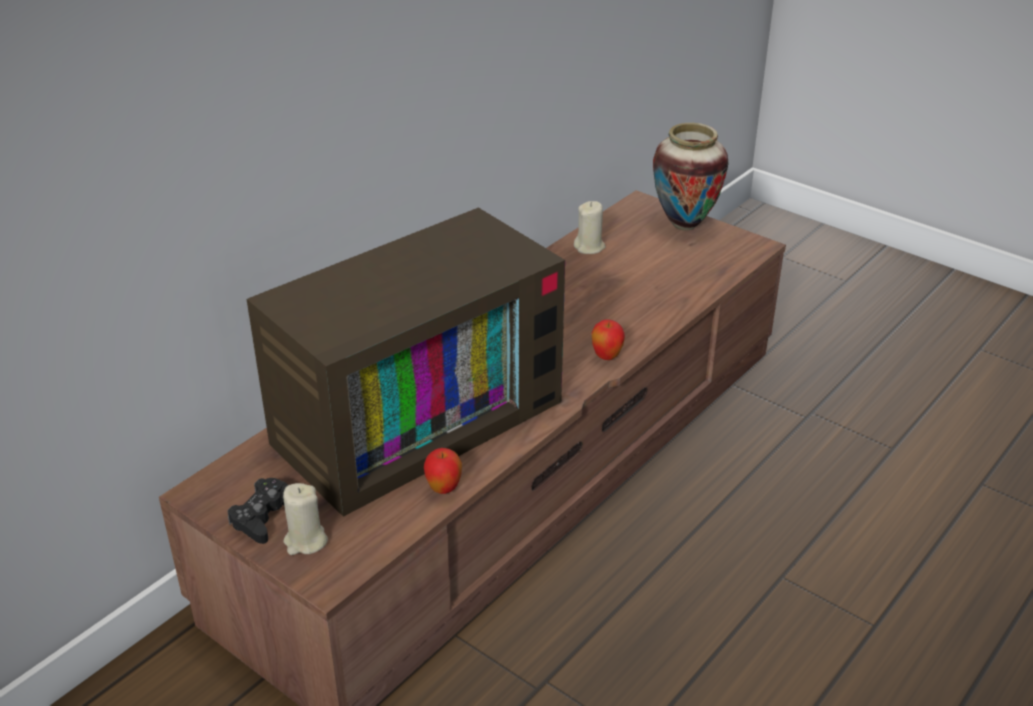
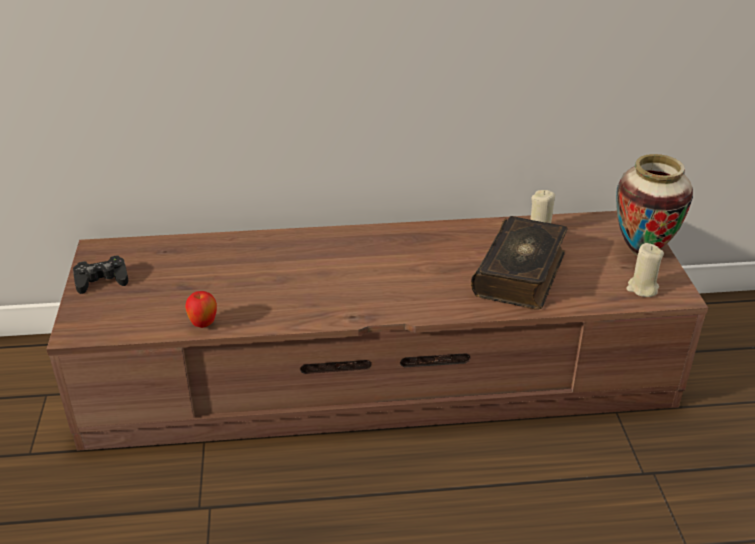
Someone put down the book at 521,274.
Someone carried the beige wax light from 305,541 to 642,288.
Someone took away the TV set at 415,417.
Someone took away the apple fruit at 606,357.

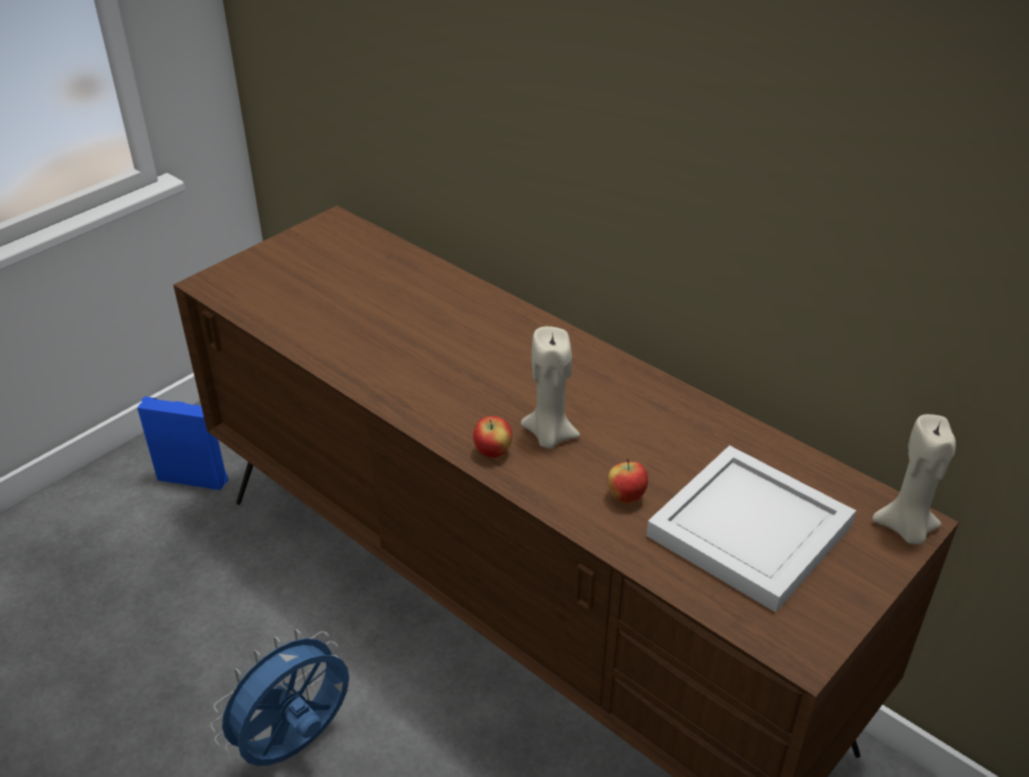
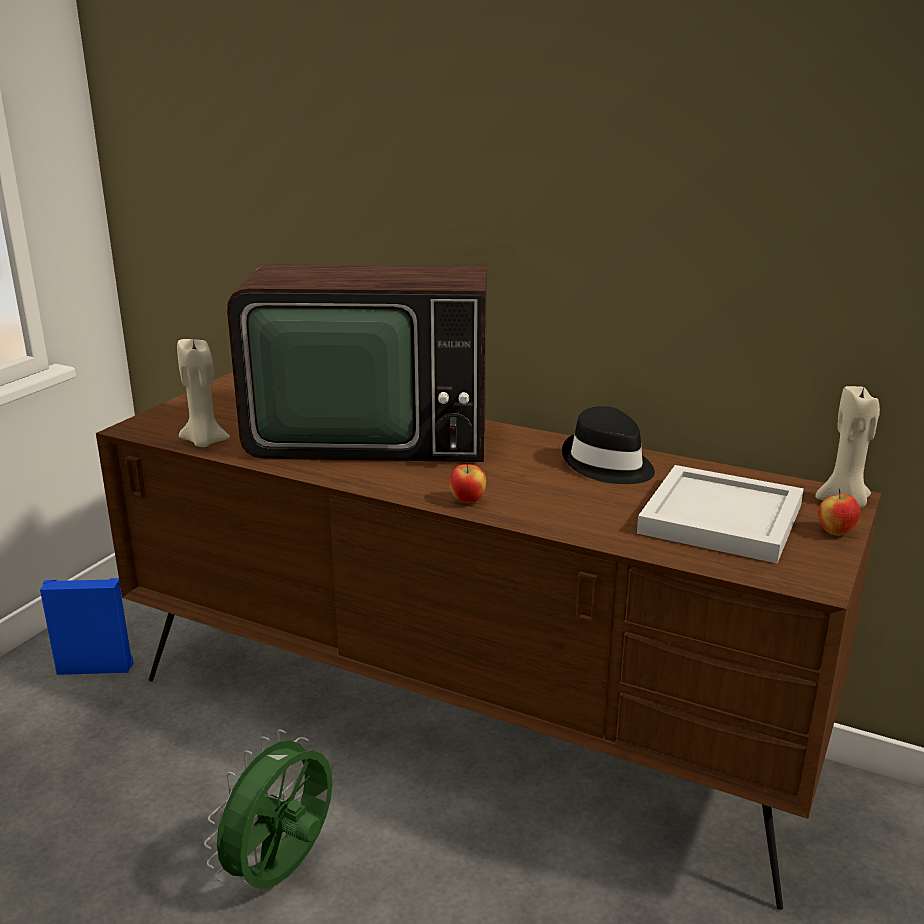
Someone carried the beige wax light from 549,436 to 204,442.
Someone repainted the blue cooling fan at 296,745, which became the green cooling fan at 283,872.
Someone put down the TV set at 367,434.
Someone put down the black-coloured wearable hat at 607,464.
Someone carried the apple fruit from 626,497 to 835,532.

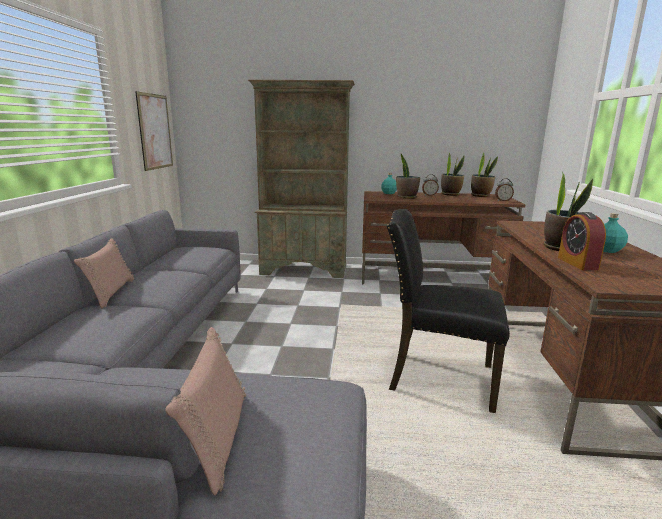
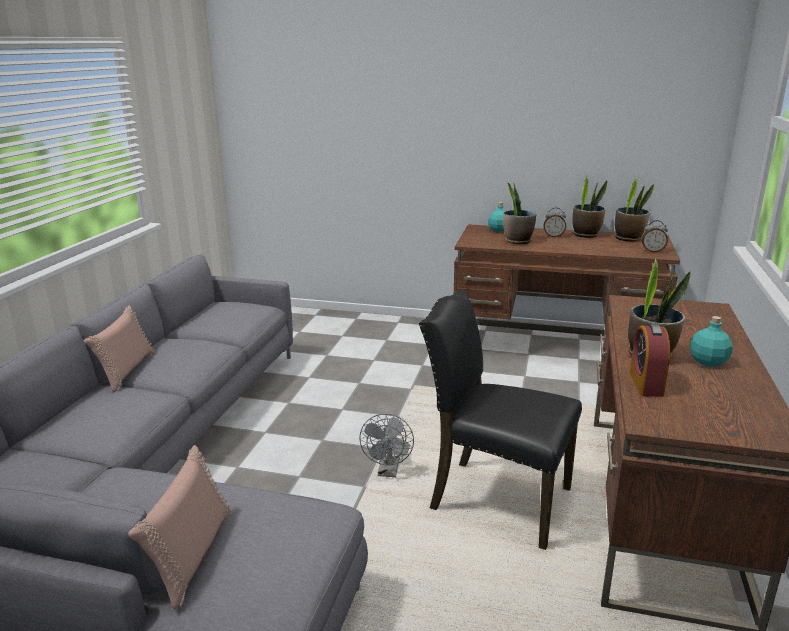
Someone put down the gray cooling fan at 388,472.
Someone took away the picture at 155,131.
Someone took away the green shelving unit at 304,269.

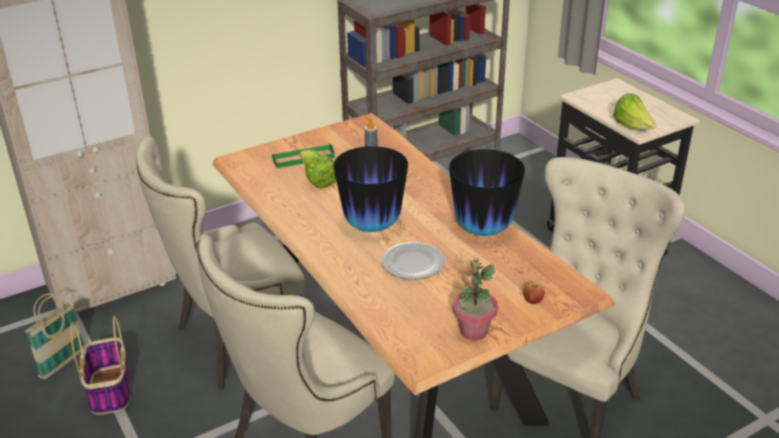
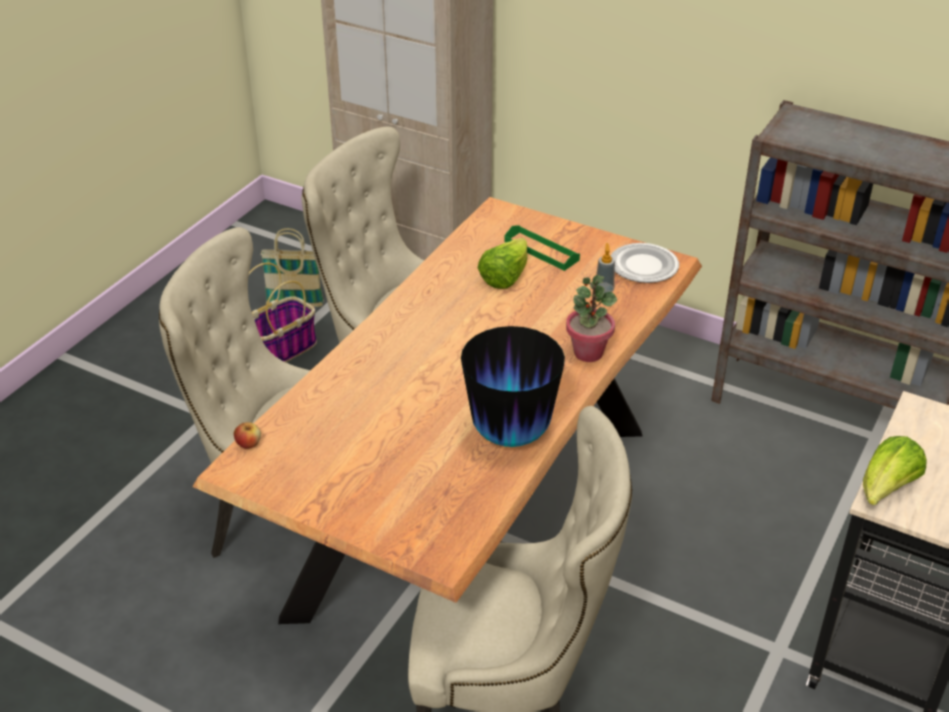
Someone carried the apple fruit from 533,300 to 249,444.
Someone carried the houseplant from 473,331 to 588,353.
Someone carried the dinner plate from 413,262 to 644,266.
Someone took away the vase at 372,226.

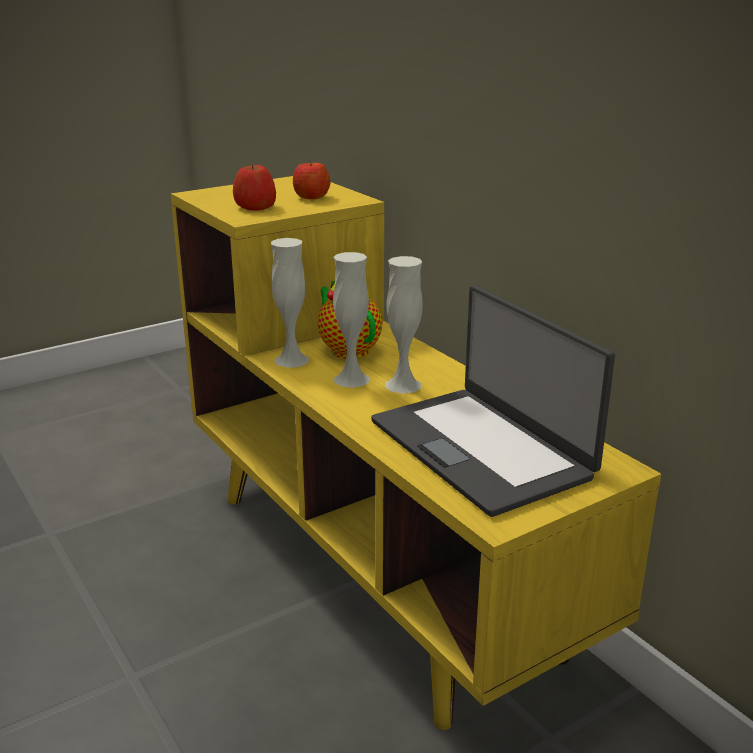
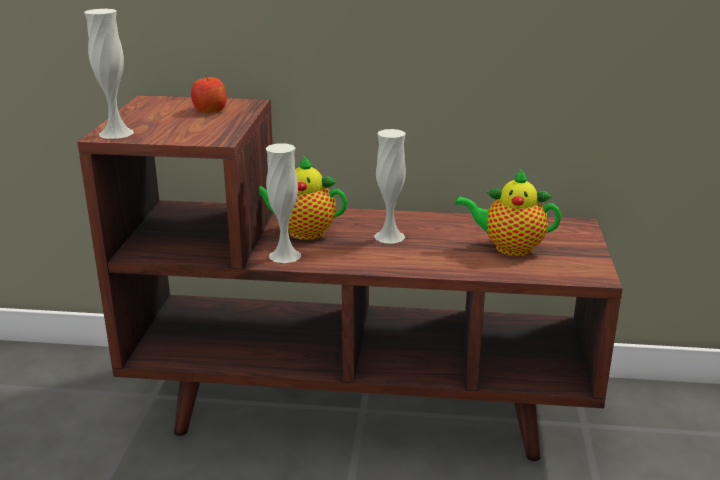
Someone repainted the yellow-coloured tv unit at 380,570, which became the brownish tv unit at 362,406.
Someone carried the whitish vase from 351,379 to 116,133.
Someone swapped the laptop at 481,448 for the teapot at 509,248.
Someone took away the apple fruit at 255,207.

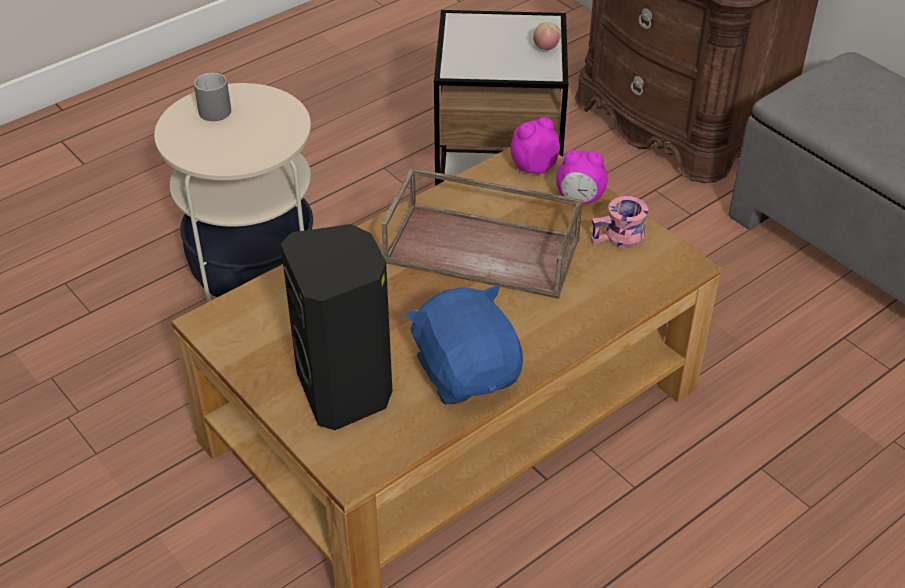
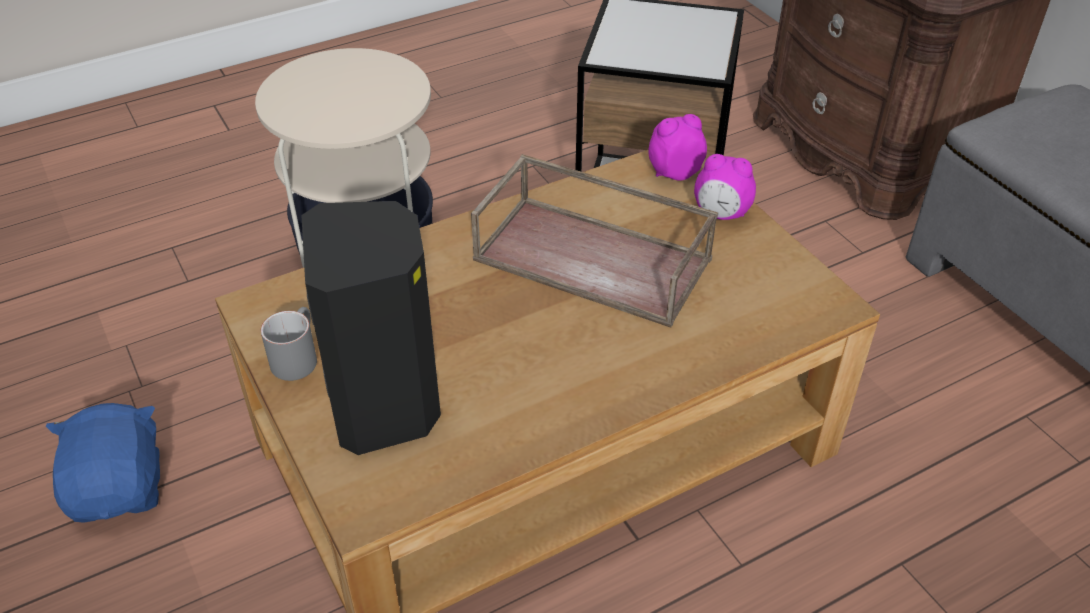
Someone carried the blue cuddly toy from 467,372 to 120,488.
Someone carried the gray tea mug from 215,108 to 296,356.
Someone took away the apple fruit at 546,48.
Someone took away the pink tea mug at 620,239.

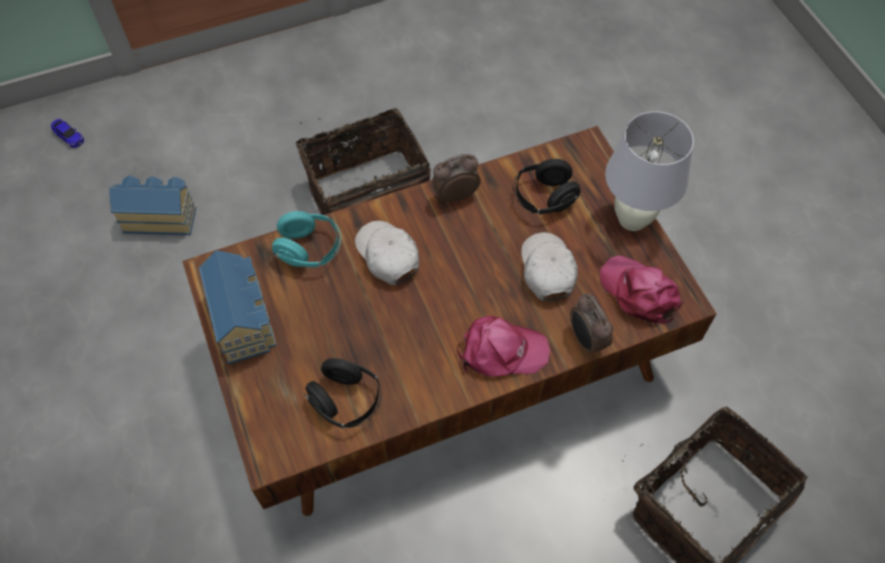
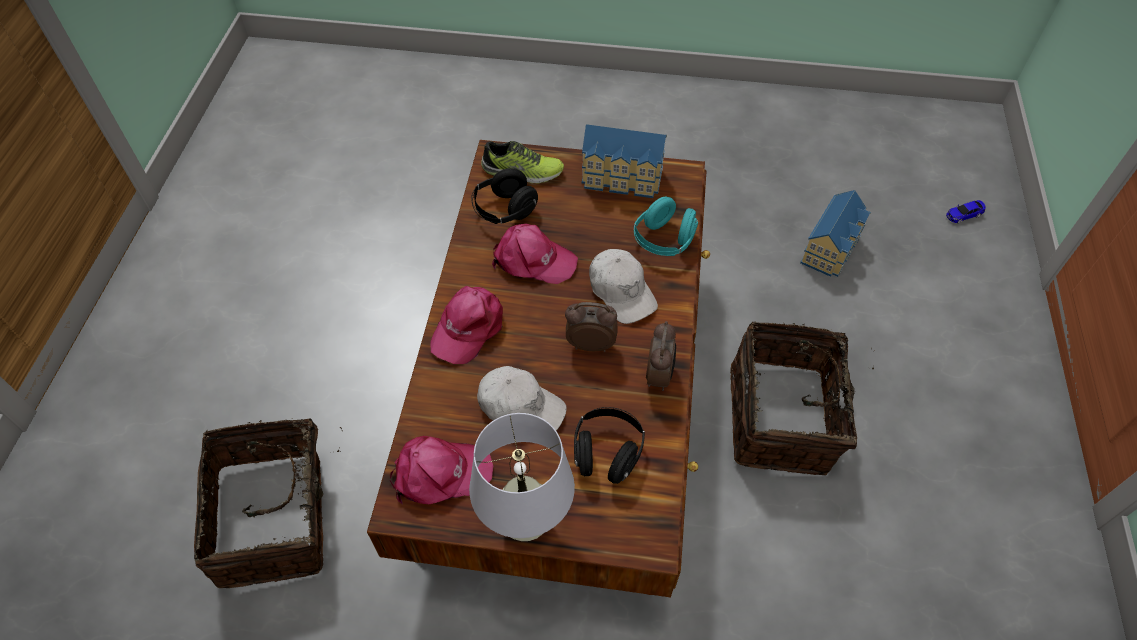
Someone put down the item of footwear at 522,171.
Someone put down the pink baseball cap at 533,260.
Someone carried the table clock from 586,340 to 590,344.
Someone rotated the whitish baseball cap at 388,256 by 60 degrees clockwise.

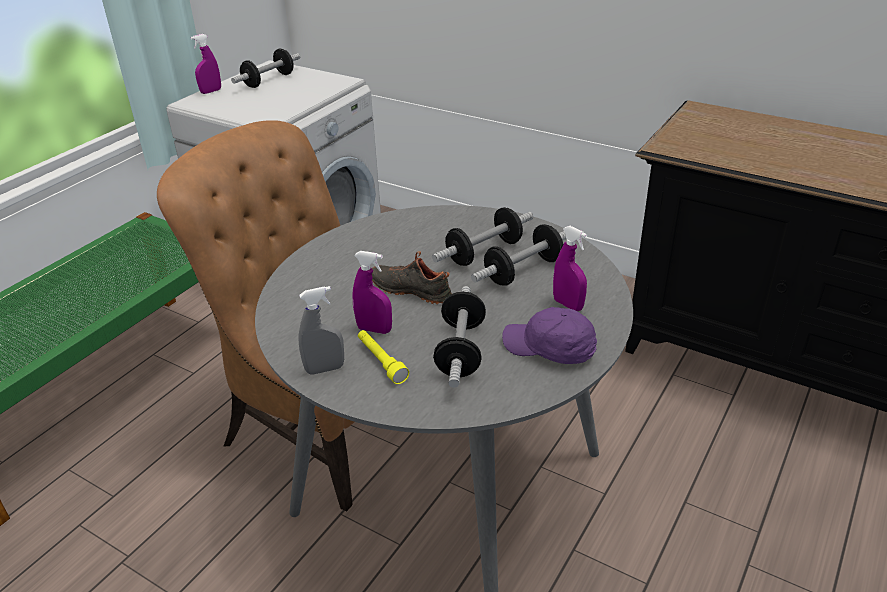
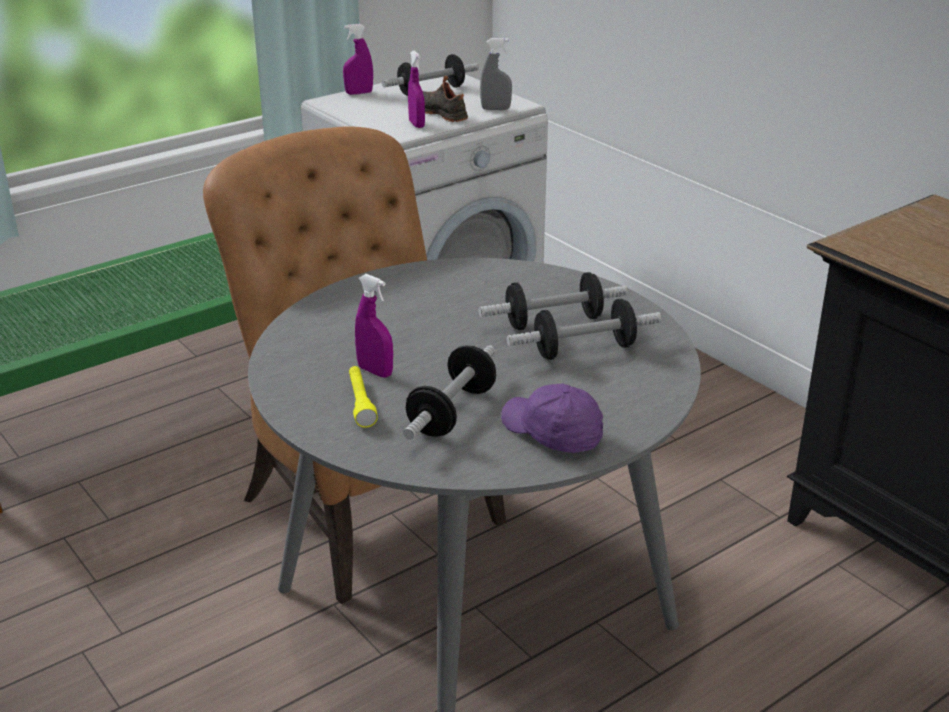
Someone carried the purplish sprayer from 568,305 to 416,124.
Someone carried the black-coloured item of footwear from 412,289 to 440,113.
Someone carried the gray sprayer from 325,369 to 495,109.

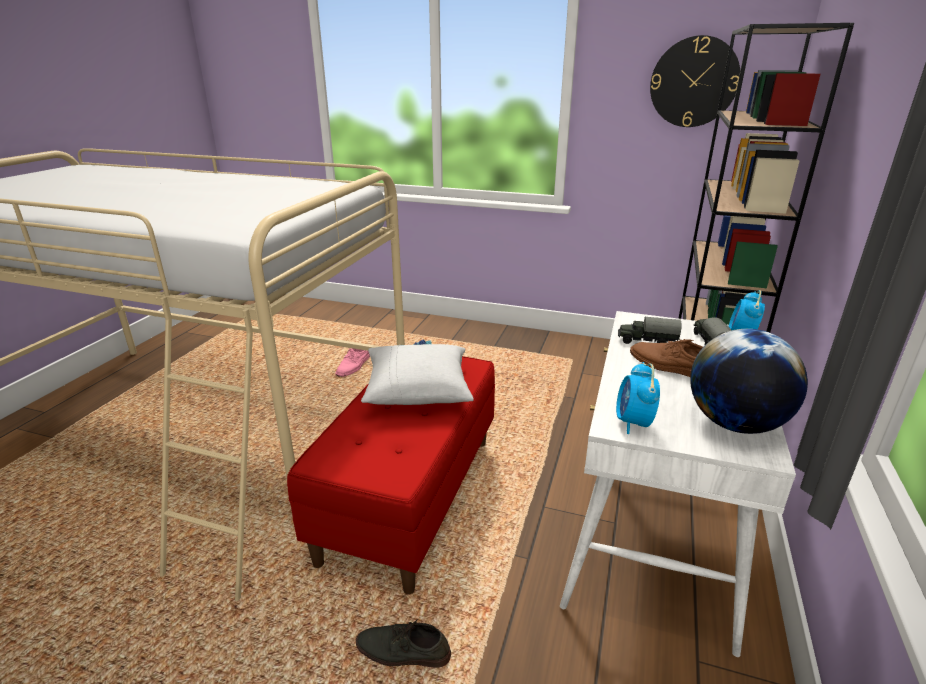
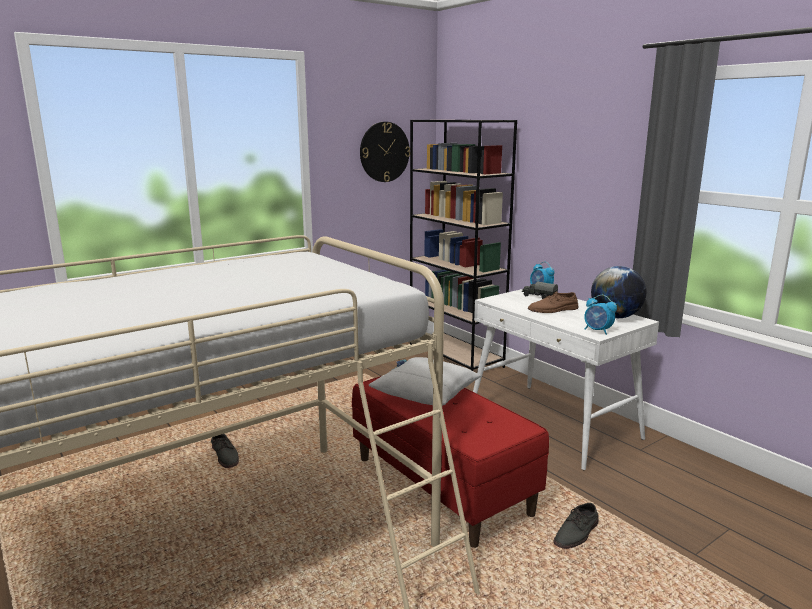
Someone repainted the pink item of footwear at 353,366, which became the gray item of footwear at 225,455.
Someone took away the toy truck at 646,341.

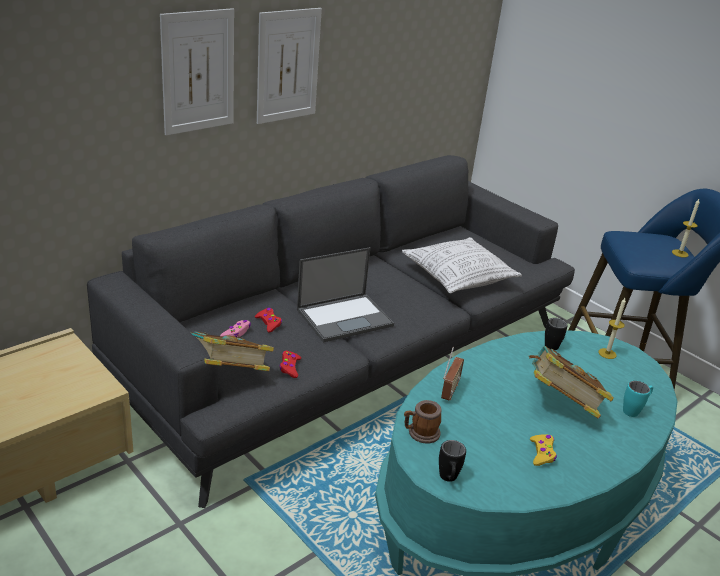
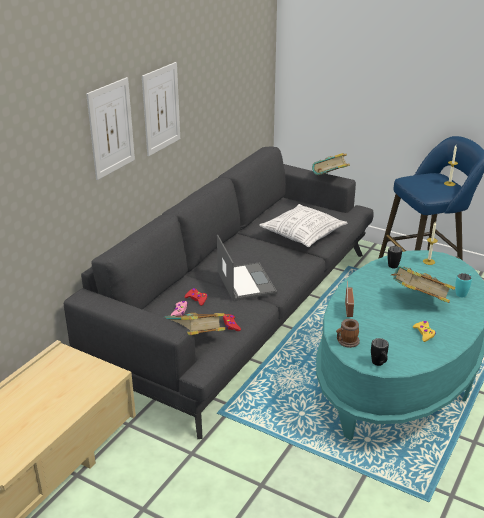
Someone rotated the laptop at 345,317 by 60 degrees counterclockwise.
Someone put down the book at 330,180.

